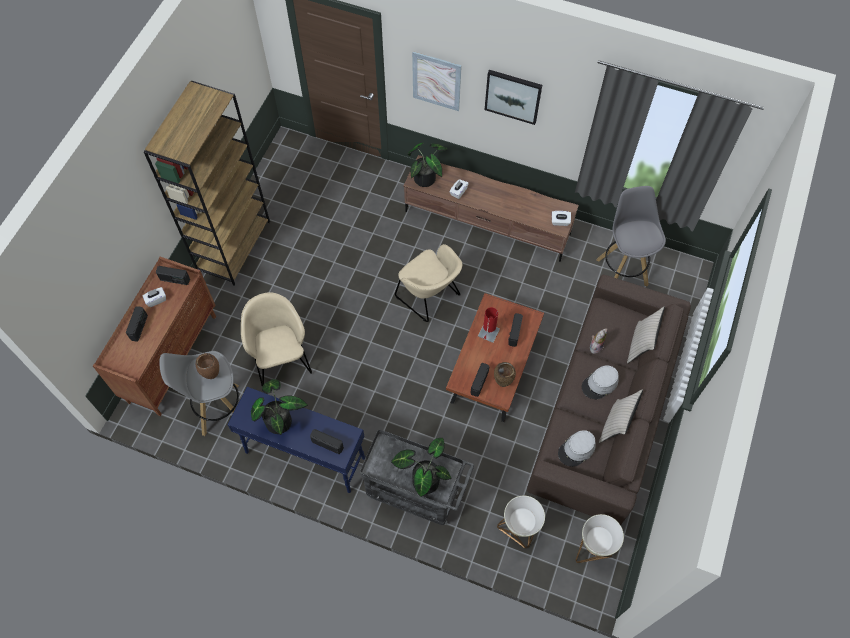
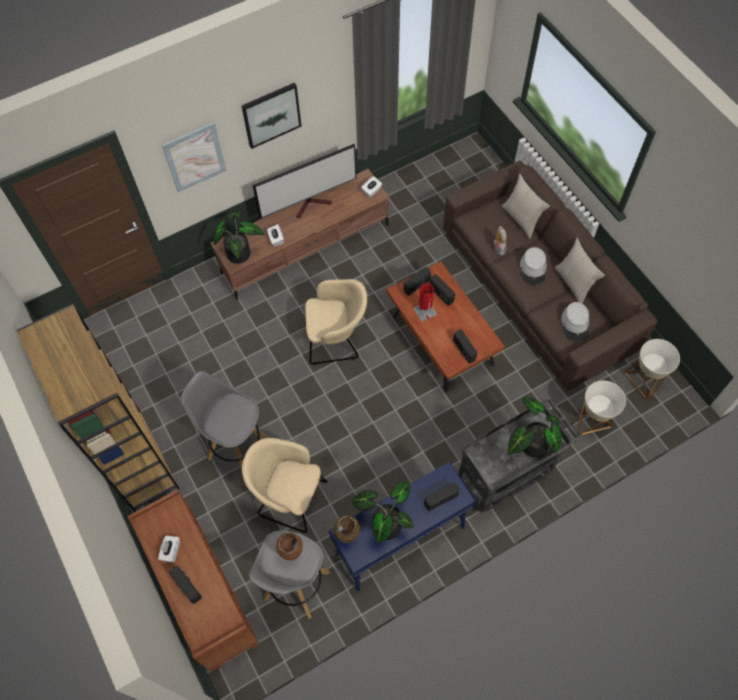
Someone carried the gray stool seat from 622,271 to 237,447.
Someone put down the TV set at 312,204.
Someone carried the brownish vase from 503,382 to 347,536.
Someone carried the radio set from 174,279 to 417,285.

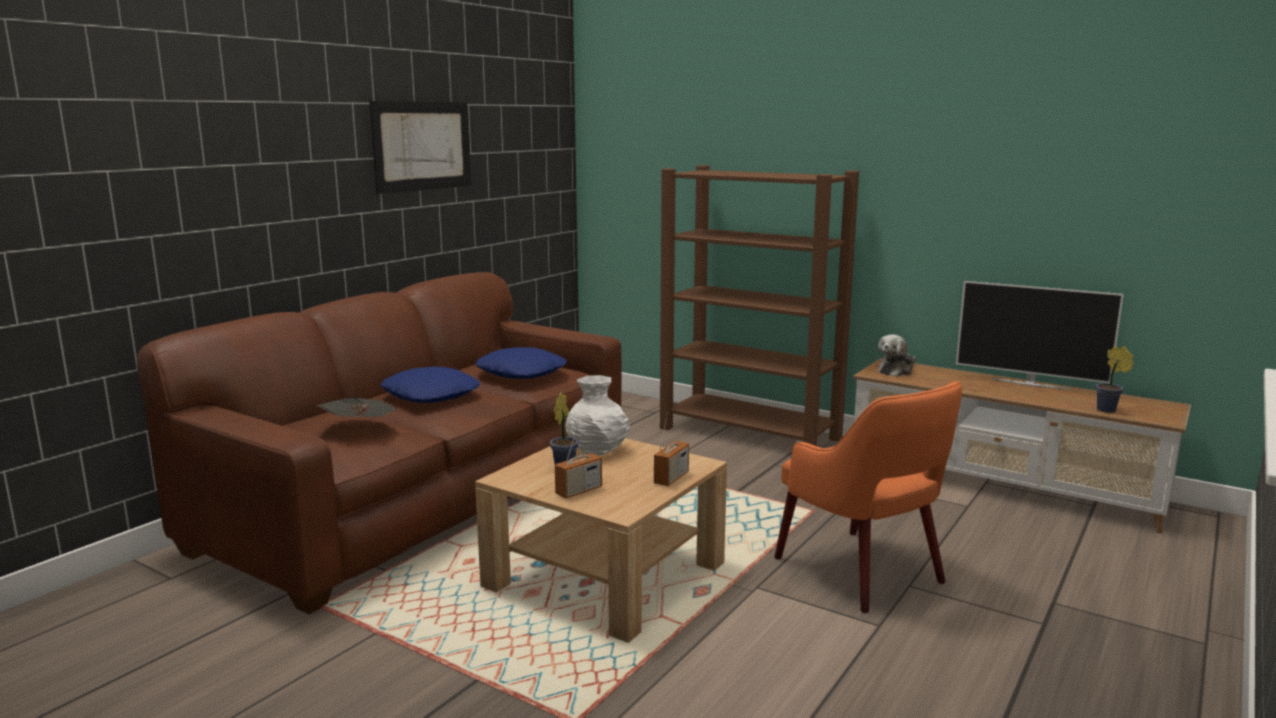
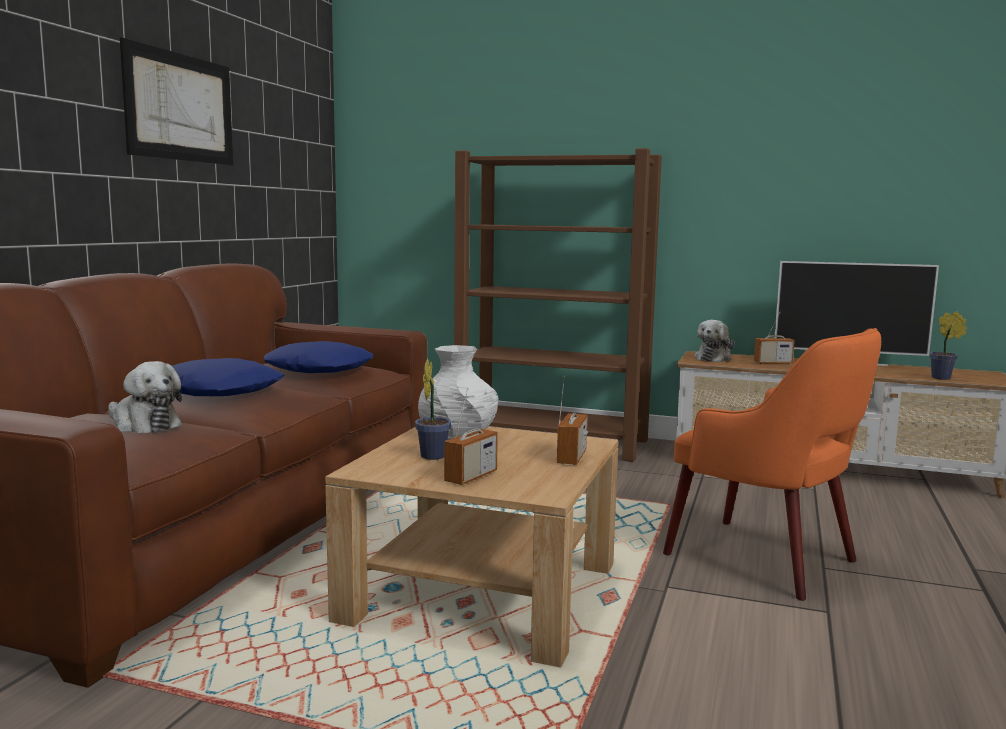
Someone swapped the newspaper at 361,428 for the cuddly toy at 143,425.
Someone put down the radio set at 773,363.

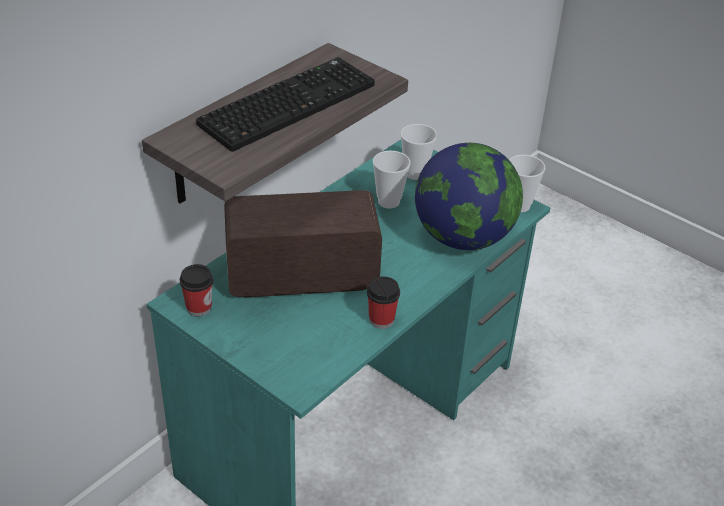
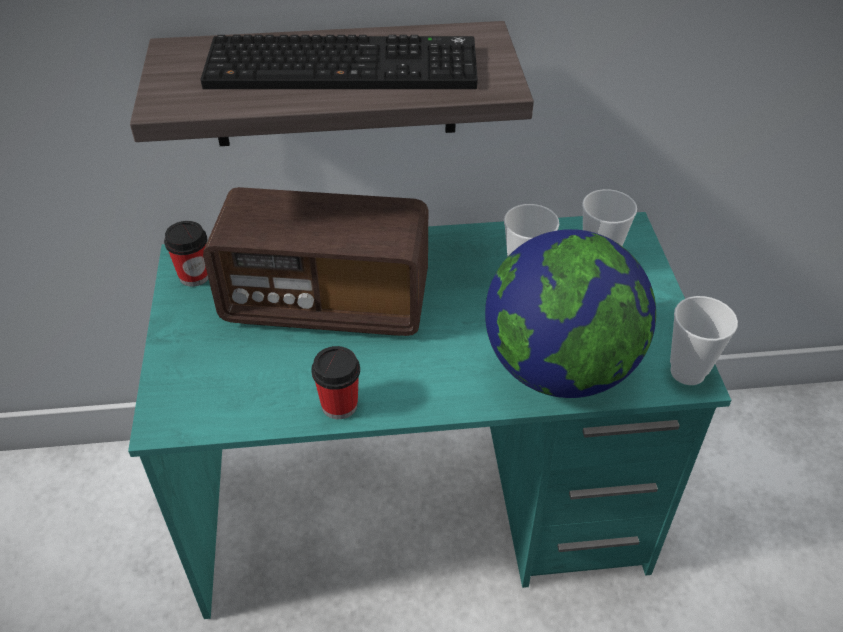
Someone rotated the radio set at 302,276 by 150 degrees clockwise.

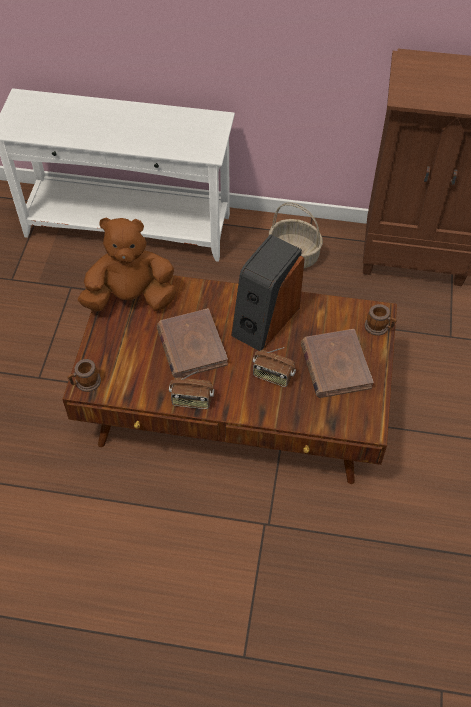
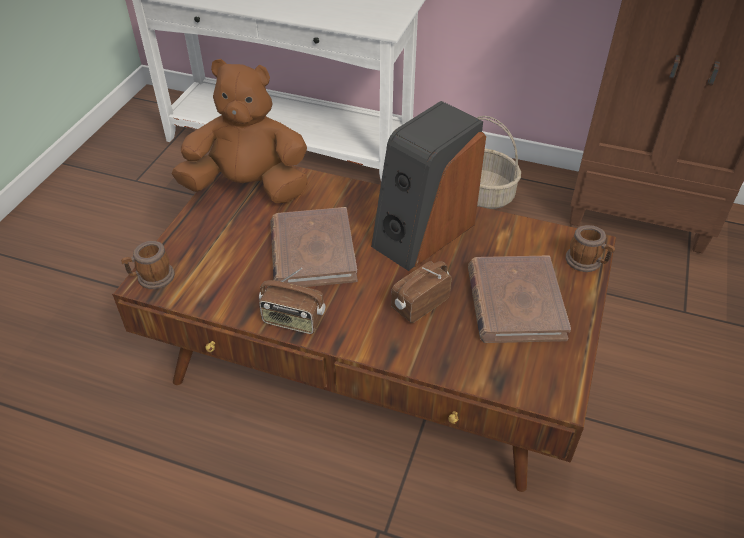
Someone rotated the radio set at 272,376 by 105 degrees clockwise.

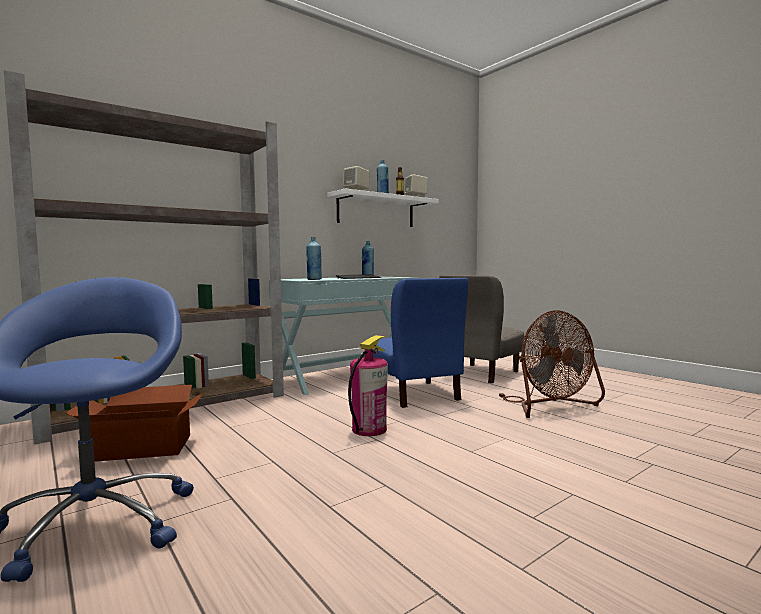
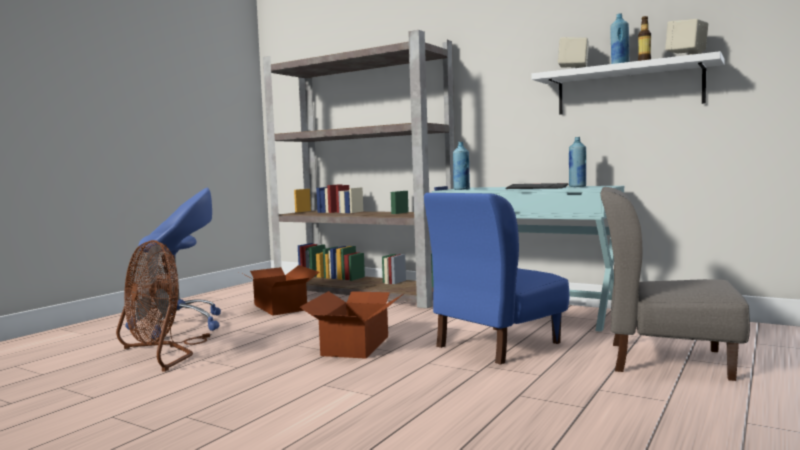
Someone carried the brownish cooling fan from 547,406 to 164,353.
Someone swapped the fire-fighting cylinder at 369,429 for the carton at 357,345.

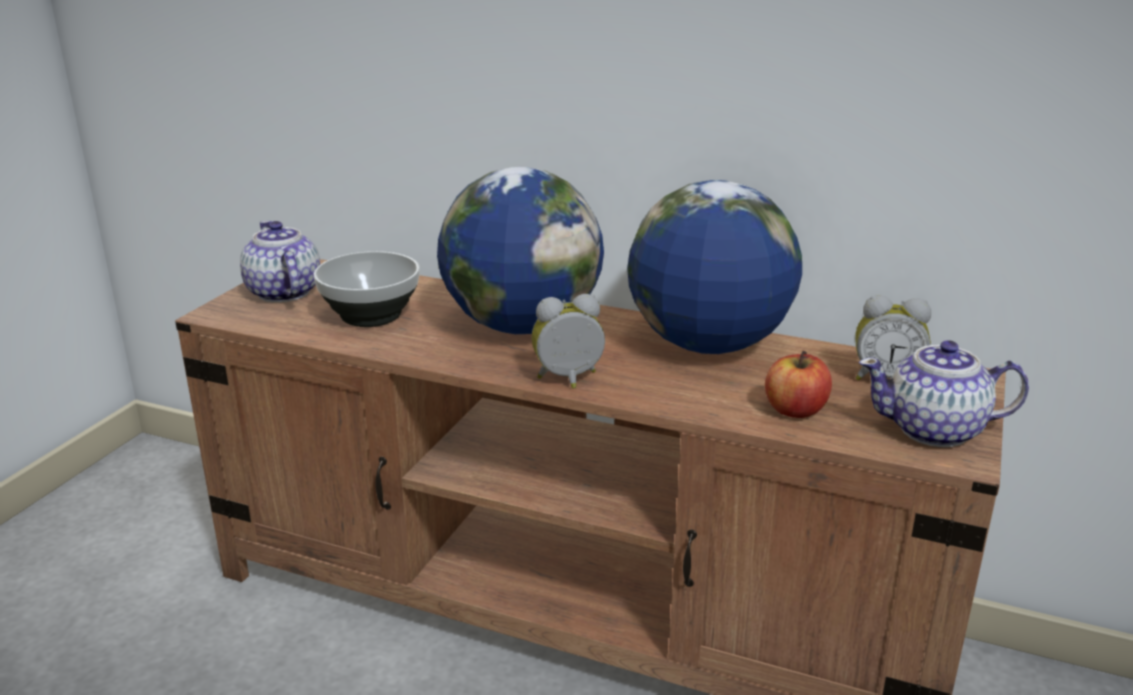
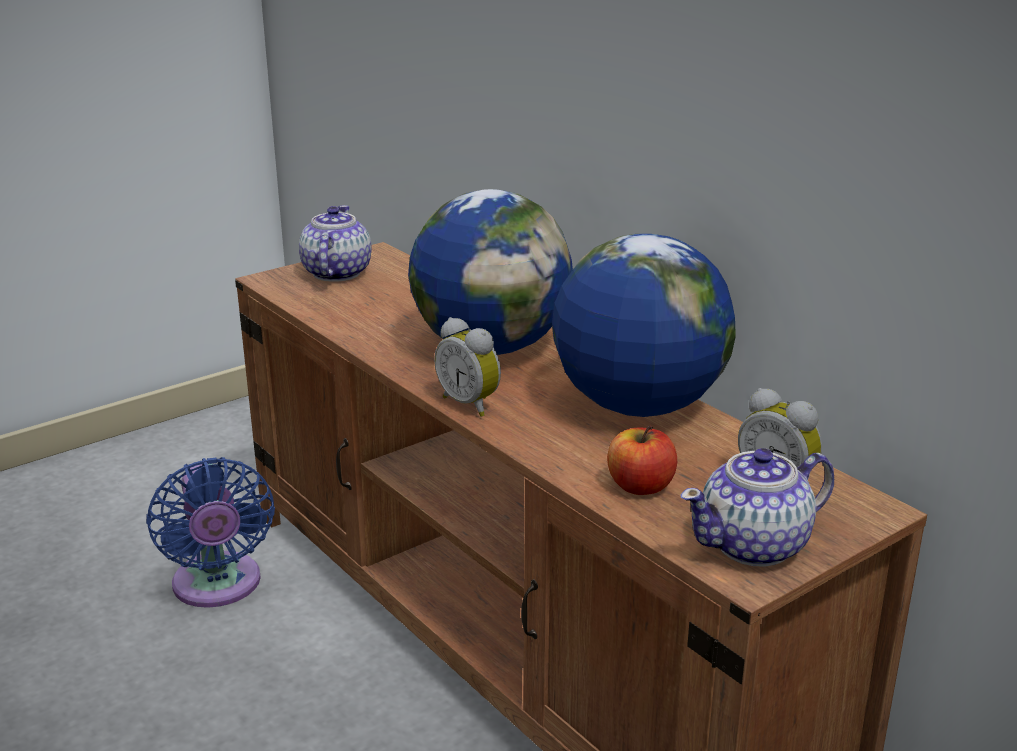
Someone put down the blue cooling fan at 218,587.
Someone rotated the table clock at 569,380 by 150 degrees counterclockwise.
Someone rotated the teapot at 935,430 by 60 degrees counterclockwise.
Someone took away the bowl at 370,316.

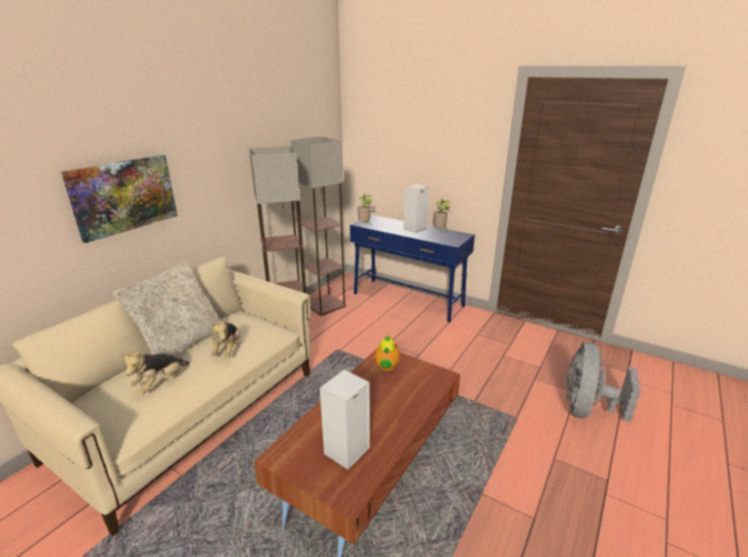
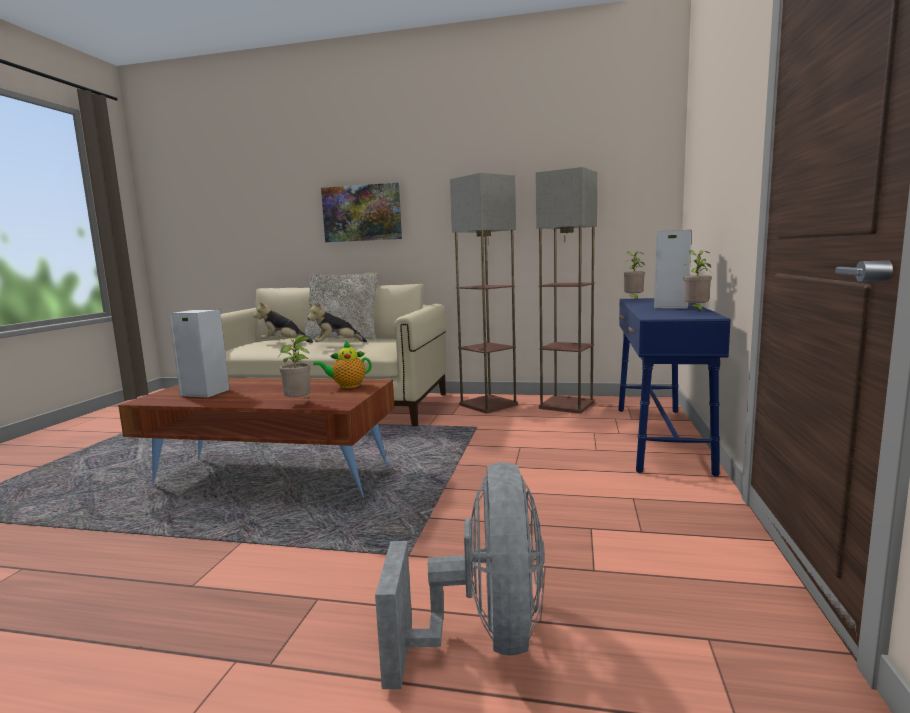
Someone put down the houseplant at 299,403.
Someone rotated the gray cooling fan at 587,409 by 90 degrees clockwise.

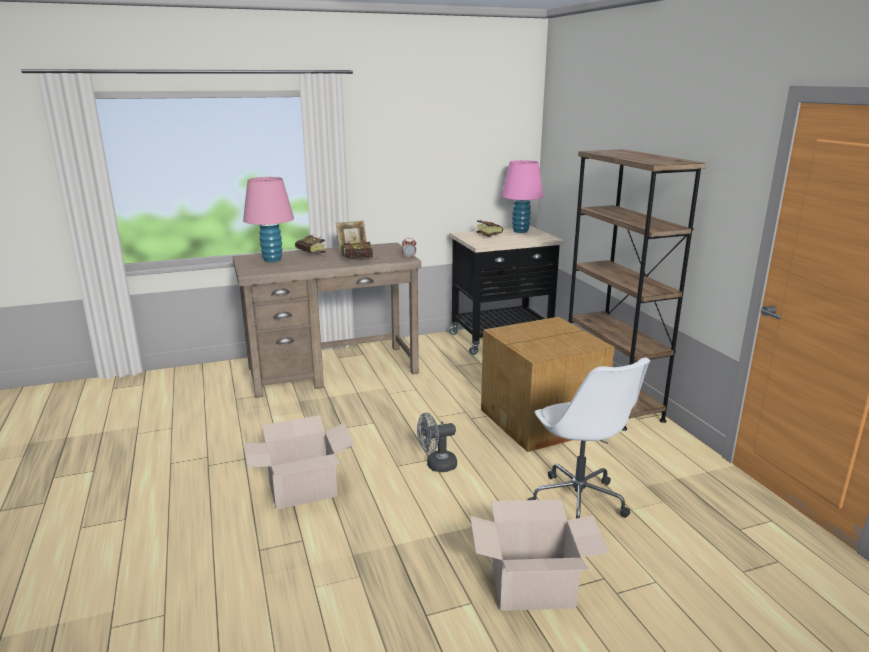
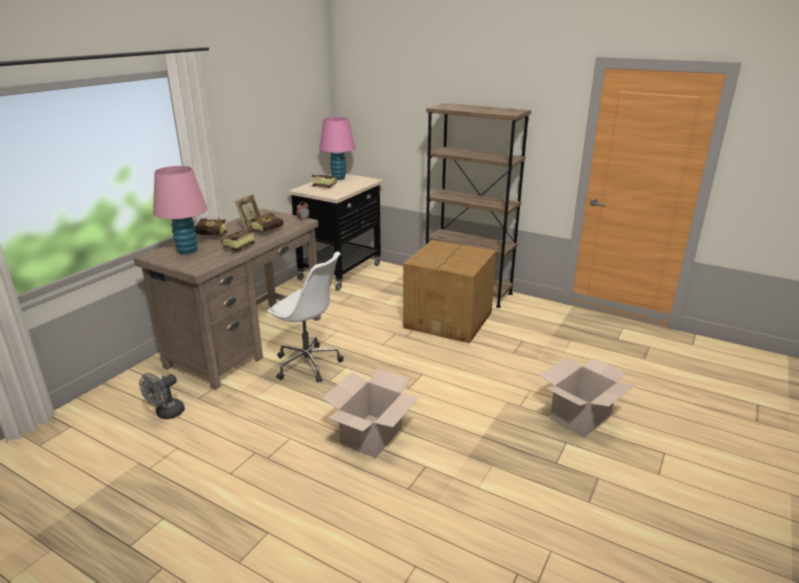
Someone carried the gray cooling fan from 436,465 to 166,414.
Someone put down the book at 236,249.
Someone carried the whitish office chair from 579,503 to 309,365.

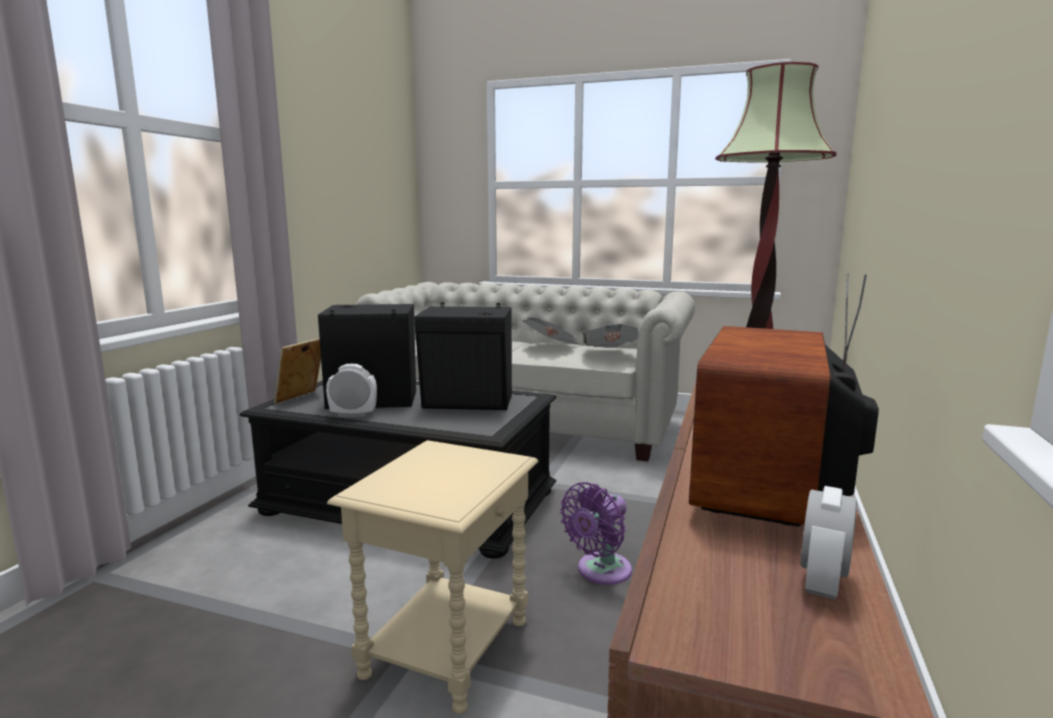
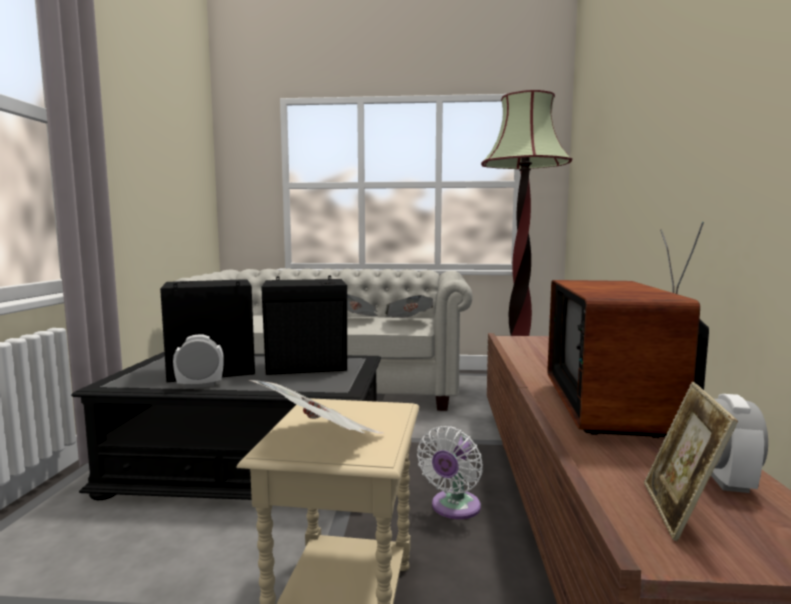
Someone put down the newspaper at 320,440.
Someone repainted the purplish cooling fan at 600,572, which became the whitish cooling fan at 453,508.
Someone carried the photo frame from 301,398 to 680,513.

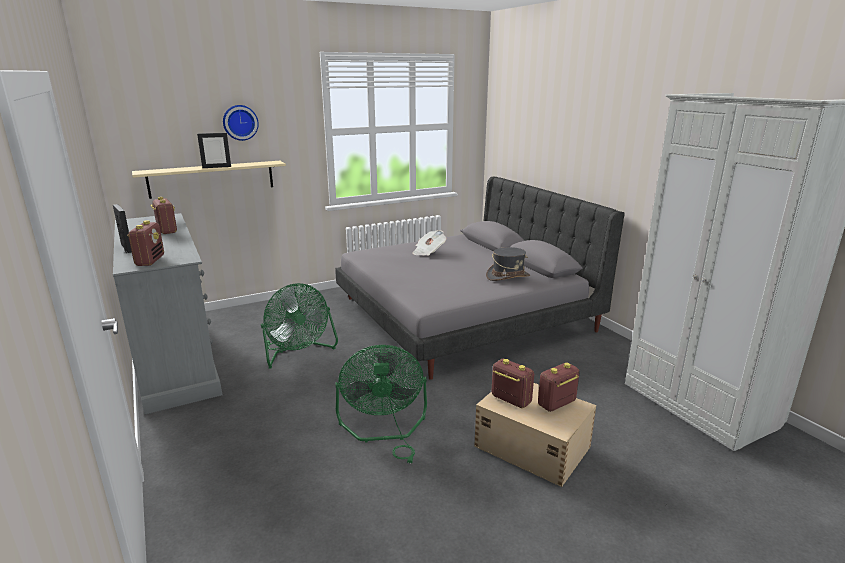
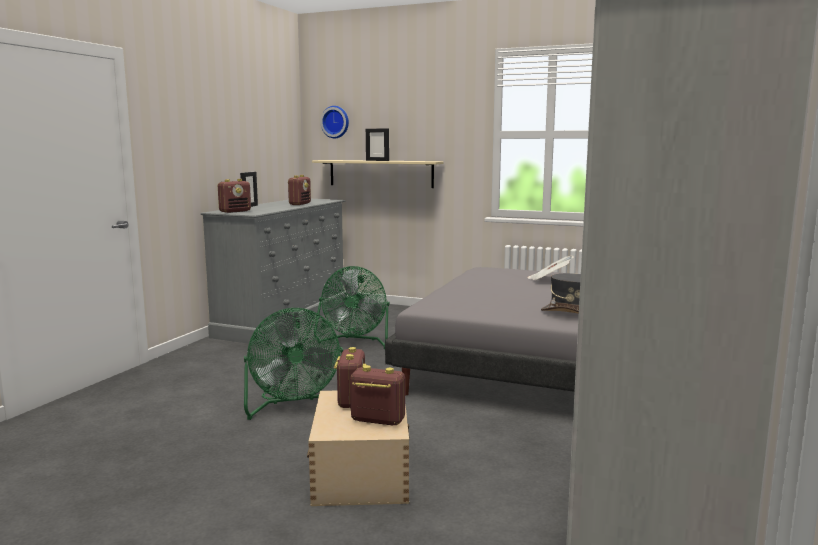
Someone rotated the green cooling fan at 386,432 by 120 degrees clockwise.
Someone carried the wall clock from 240,122 to 335,122.

